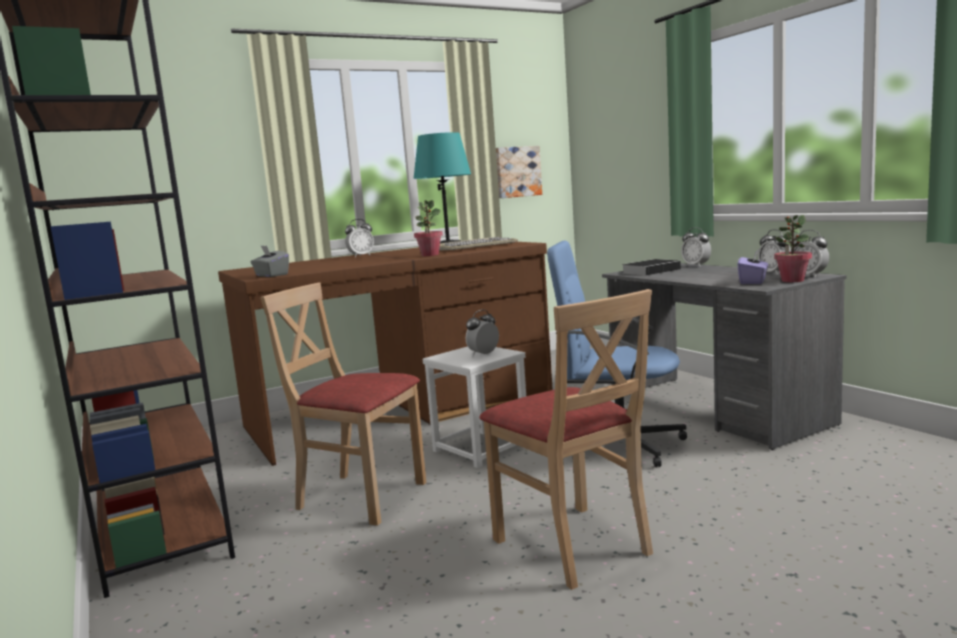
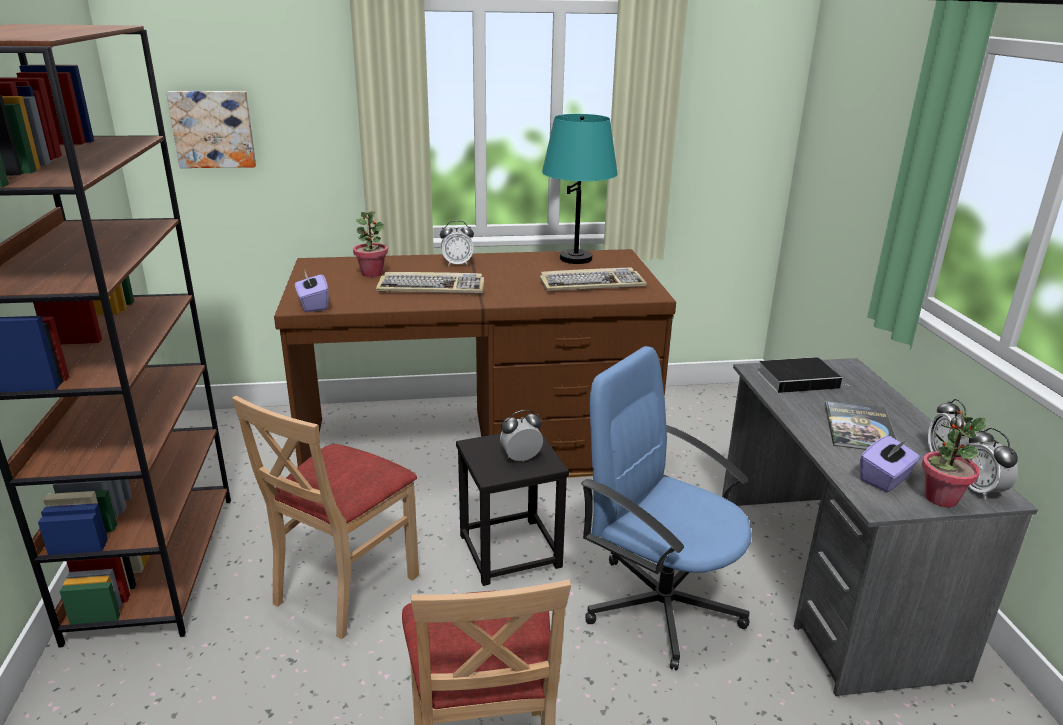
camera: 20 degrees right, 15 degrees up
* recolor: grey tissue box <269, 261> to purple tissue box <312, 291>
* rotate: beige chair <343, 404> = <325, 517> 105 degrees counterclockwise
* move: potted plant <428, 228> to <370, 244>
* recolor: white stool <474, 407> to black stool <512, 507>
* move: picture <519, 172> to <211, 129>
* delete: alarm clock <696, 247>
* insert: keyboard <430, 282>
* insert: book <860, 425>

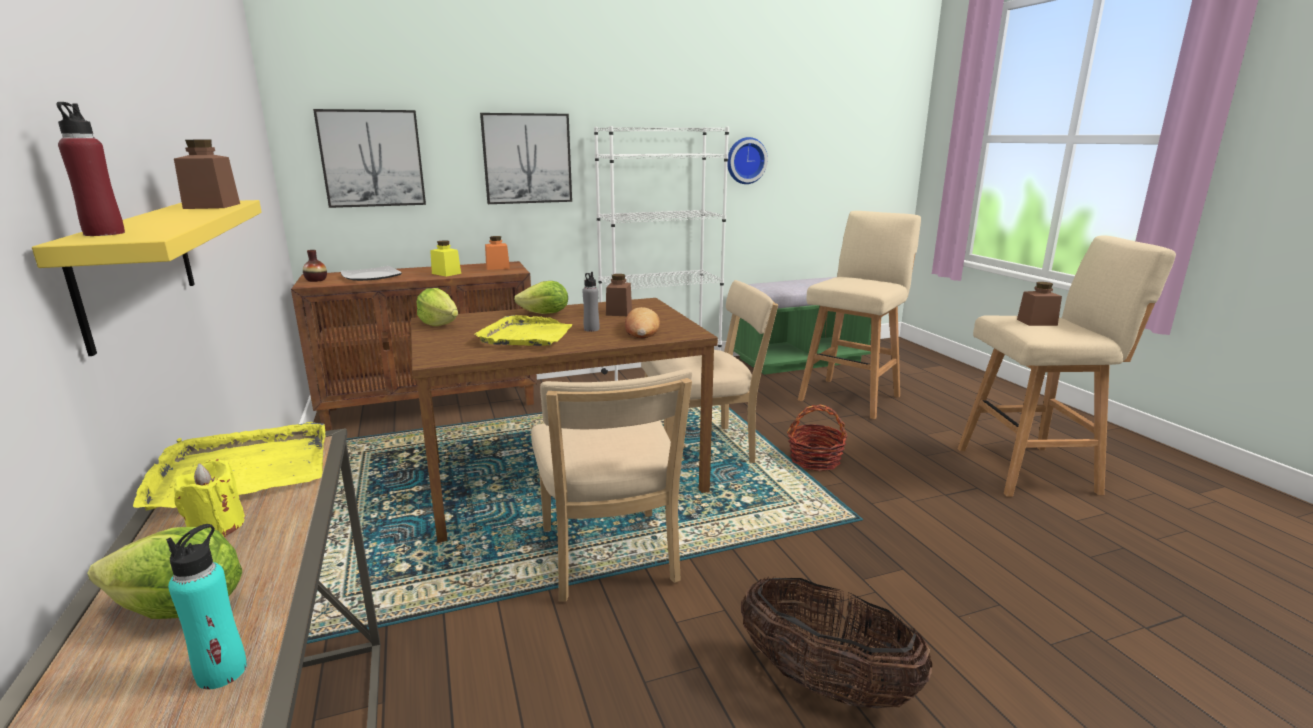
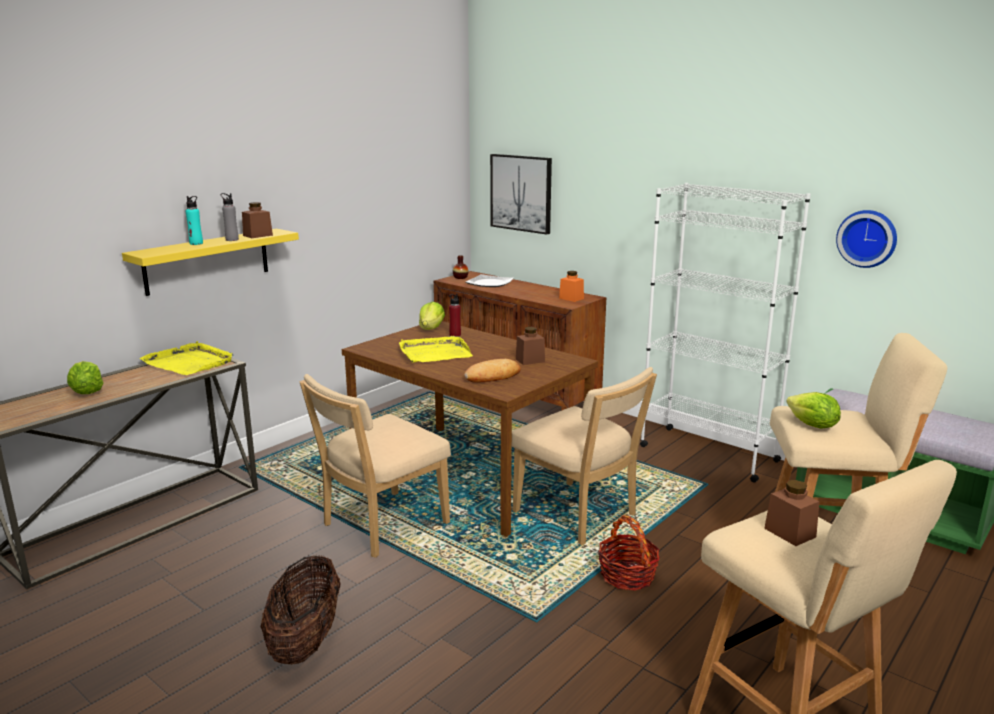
camera: 60 degrees right, 0 degrees up
* move: red bottle <90, 169> to <455, 315>
* move: turquoise bottle <206, 606> to <194, 220>
* delete: yellow candle <209, 498>
* delete: yellow jar <445, 258>
* delete: picture <526, 158>
* move: lettuce <541, 297> to <813, 410>
* move: grey bottle <591, 302> to <229, 217>

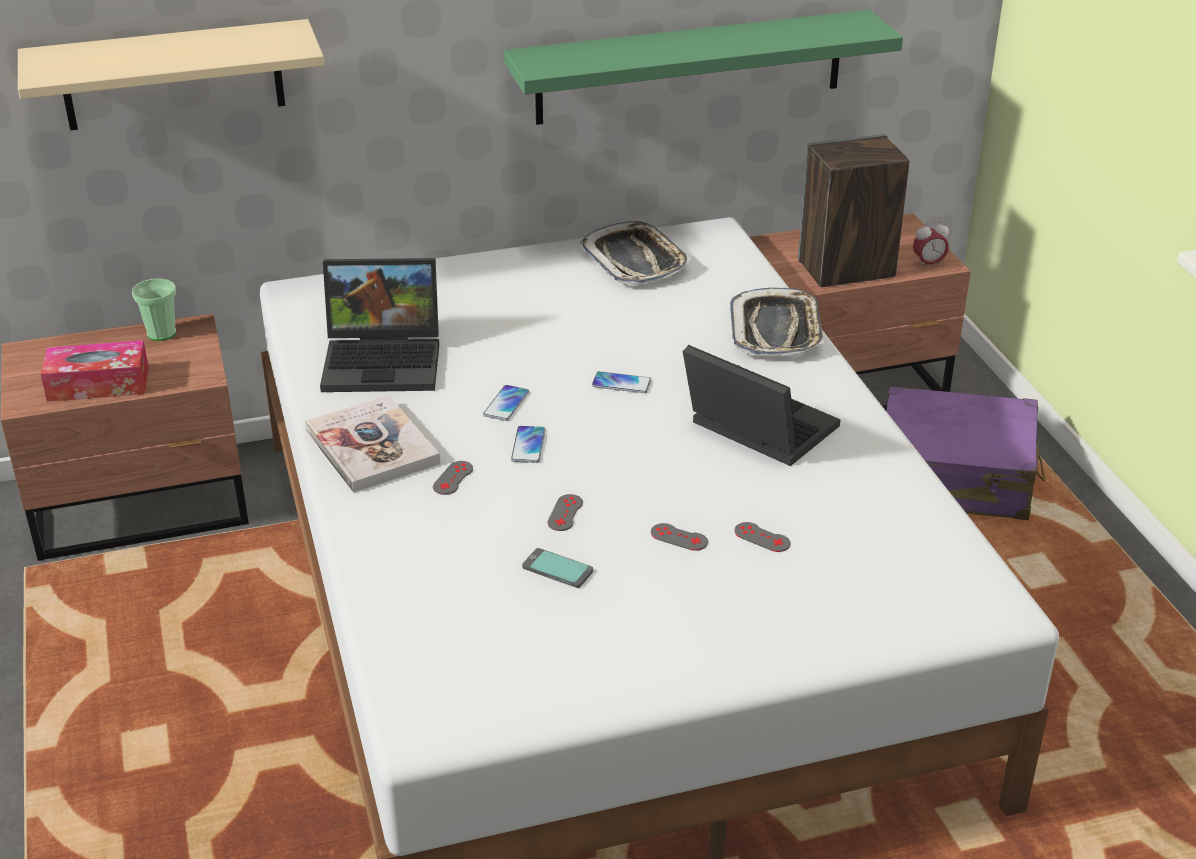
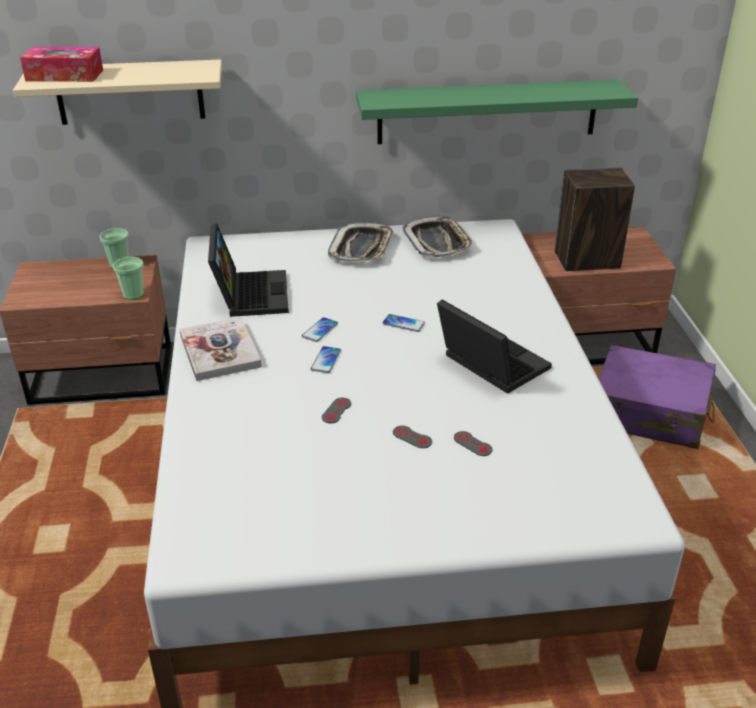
camera: 10 degrees right, 0 degrees up
* move: tissue box <95, 371> to <61, 64>
* rotate: laptop <379, 325> = <248, 270> 105 degrees counterclockwise
* delete: grey game controller <453, 478>
* delete: phone <557, 568>
* move: tray <777, 322> to <360, 242>
* delete: alarm clock <931, 244>
* insert: cup <128, 278>

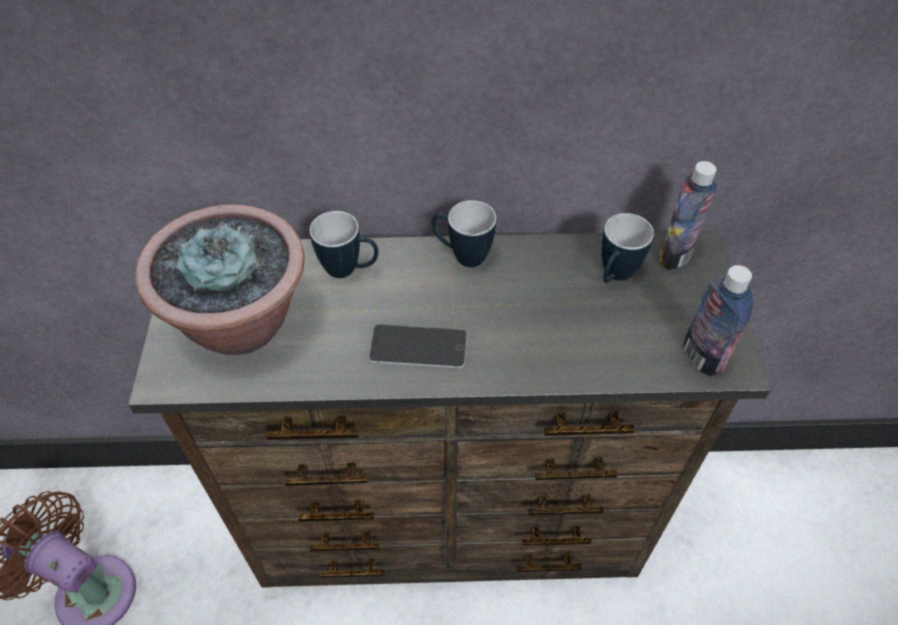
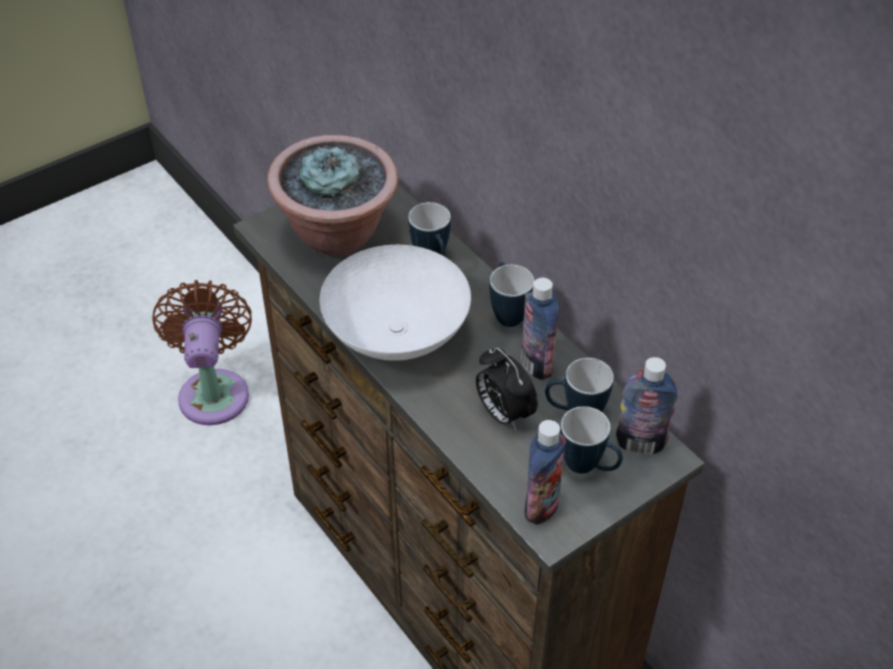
camera: 55 degrees right, 5 degrees down
* replace: phone <418, 346> to white bowl <395, 303>
* insert: alarm clock <507, 389>
* insert: bottle <540, 329>
* insert: mug <591, 440>

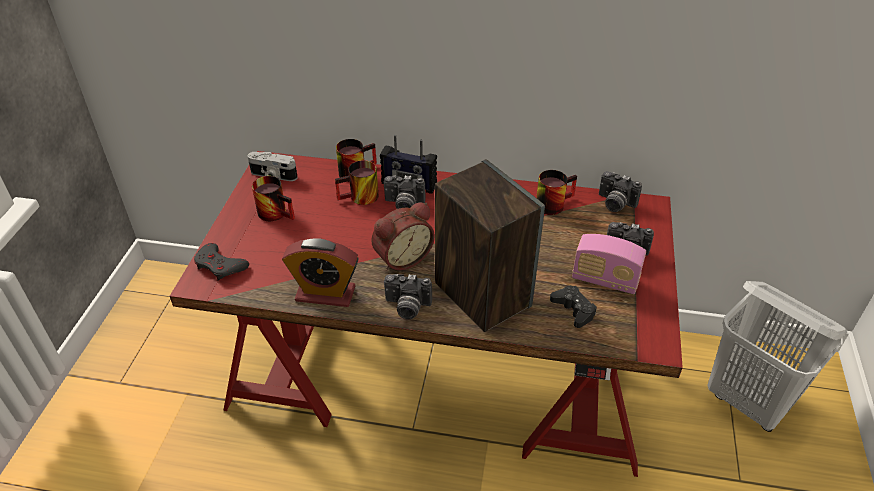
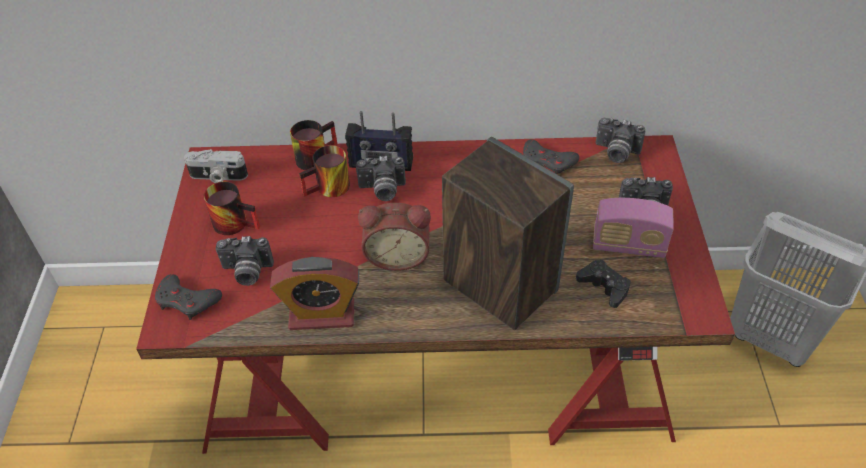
camera: 10 degrees left, 5 degrees up
* rotate: alarm clock <403, 236> = <394, 237> 45 degrees clockwise
* move: photo camera <408, 296> to <245, 261>
* replace: mug <556, 192> to grey game controller <551, 156>

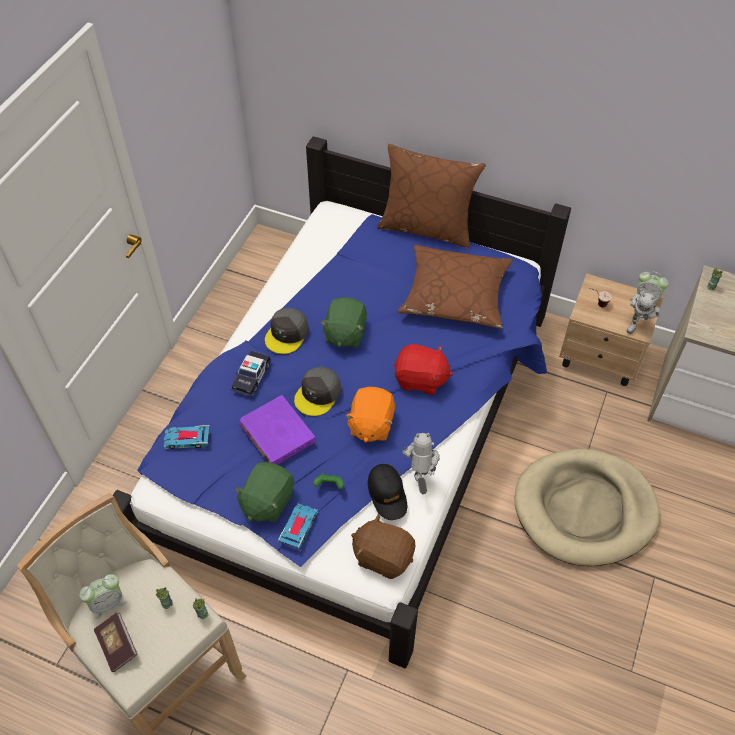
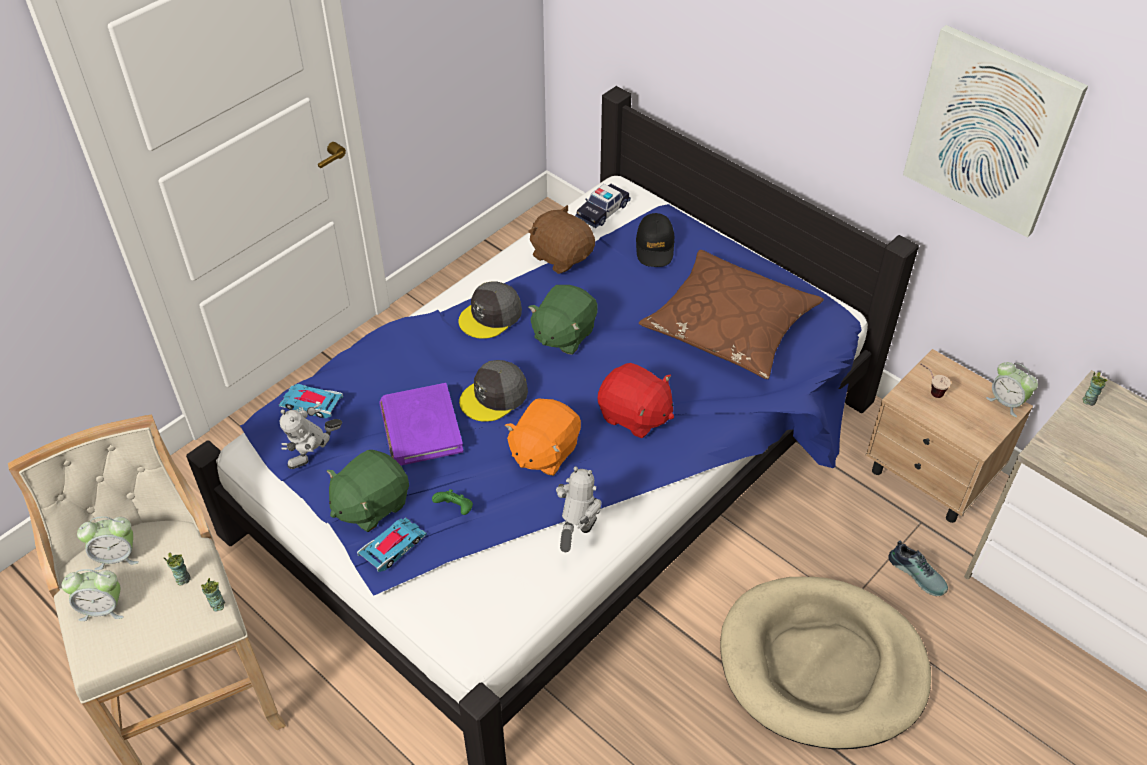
camera: 20 degrees right, 5 degrees down
* replace: book <115, 642> to alarm clock <93, 595>
* move: toy car <251, 373> to <603, 206>
* move: brown plush toy <383, 546> to <561, 239>
* move: black cap <387, 492> to <655, 240>
* delete: brown pillow <431, 196>
* move: toy robot <643, 311> to <310, 437>
* insert: shoe <918, 568>
* insert: picture <995, 131>

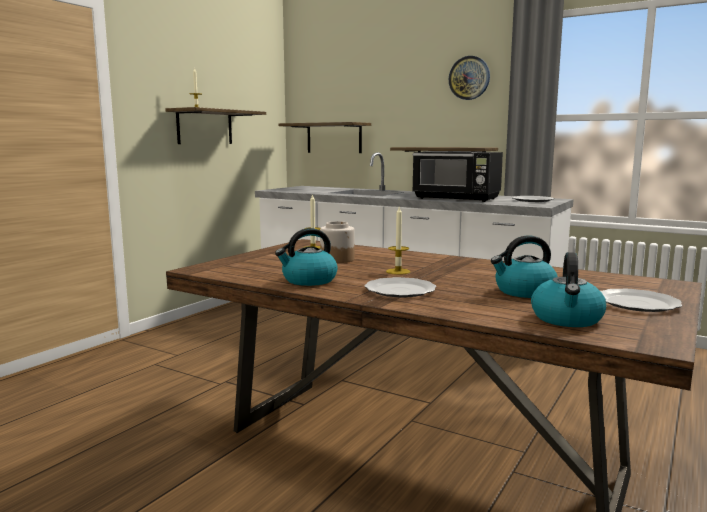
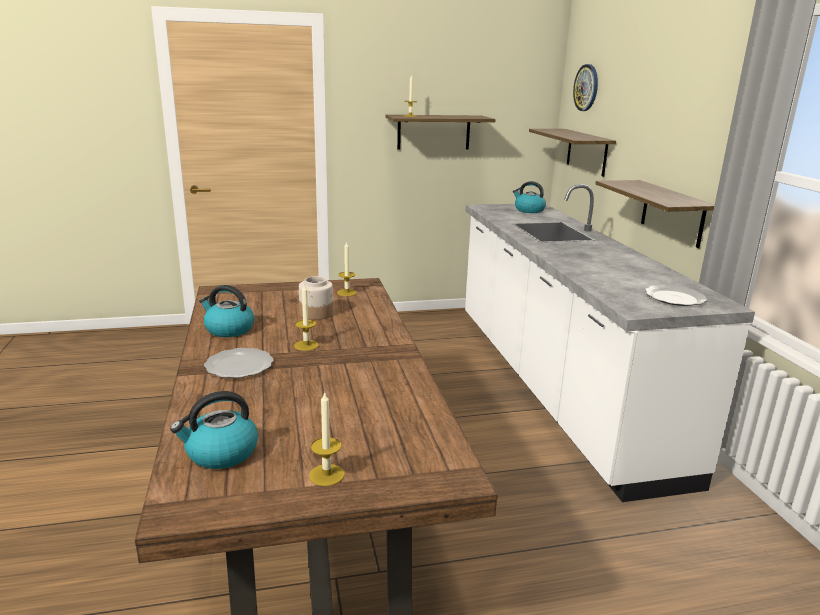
camera: 45 degrees right, 10 degrees up
* delete: black microwave <458, 176>
* move: wall clock <469, 78> to <585, 87>
* move: kettle <524, 266> to <529, 197>
* replace: plate <641, 300> to candle <327, 439>

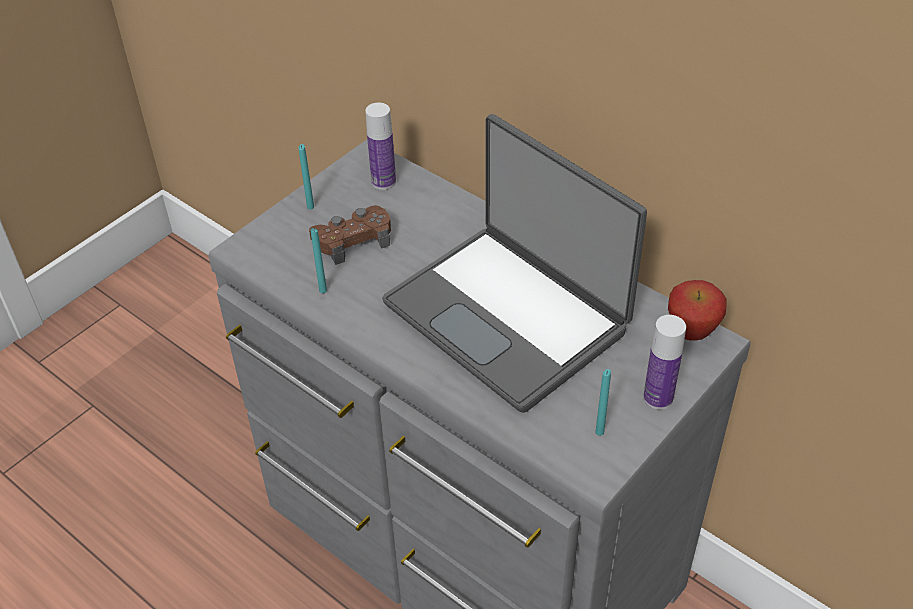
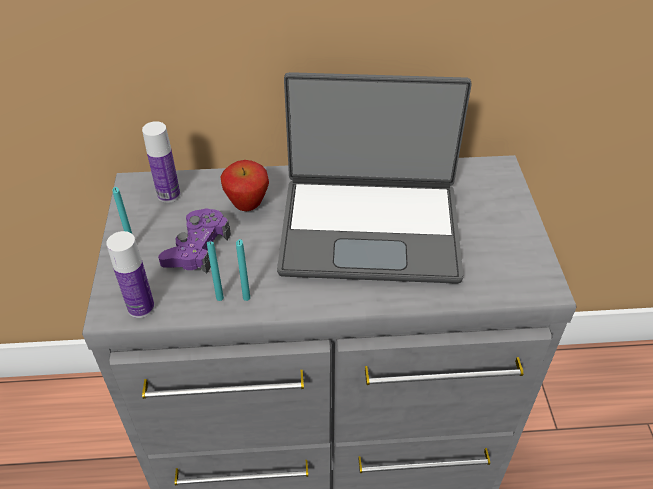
camera: 45 degrees left, 0 degrees up
* recolor: brown game controller <350, 235> to purple game controller <194, 241>
* move: turquoise candle <603, 402> to <243, 270>
* move: bottle <664, 362> to <130, 274>
* move: apple <697, 310> to <245, 185>

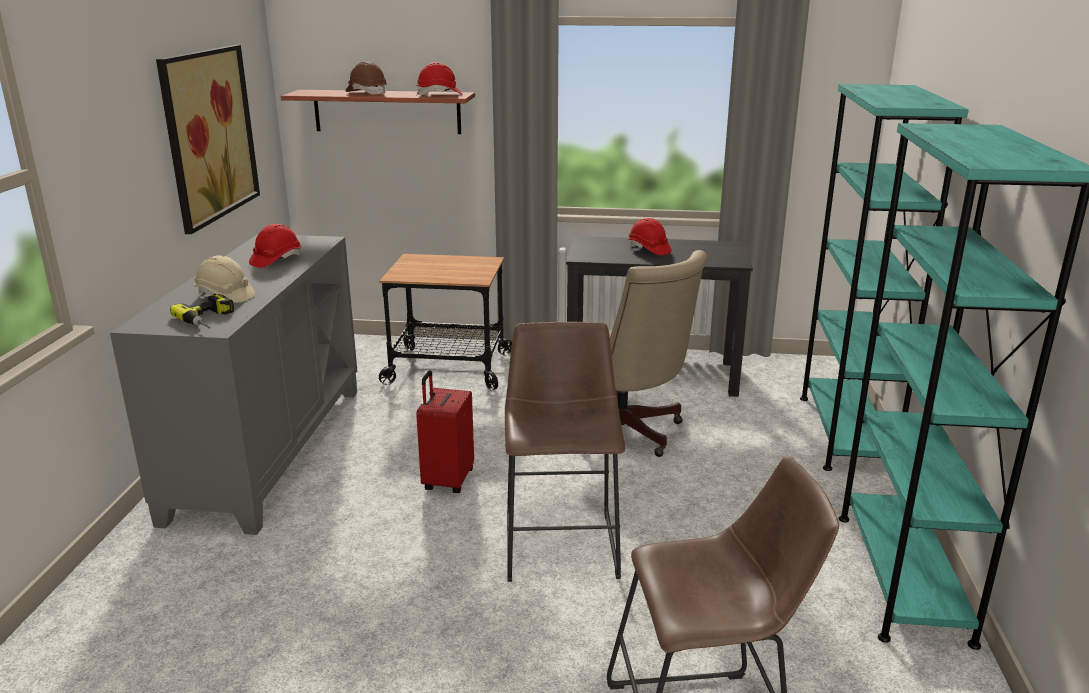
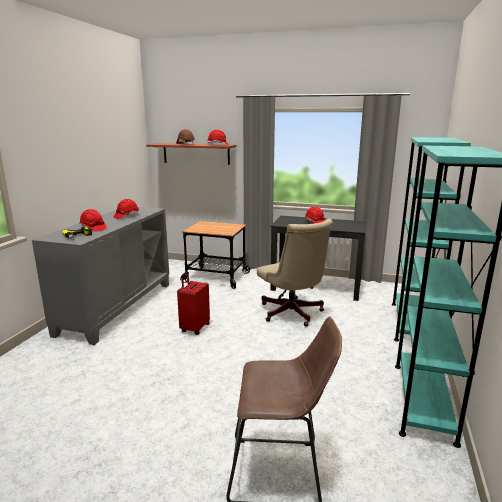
camera: 10 degrees right, 5 degrees down
* delete: picture <208, 139>
* recolor: beige hard hat <224, 279> to red hard hat <93, 220>
* delete: brown stool <565, 452>

